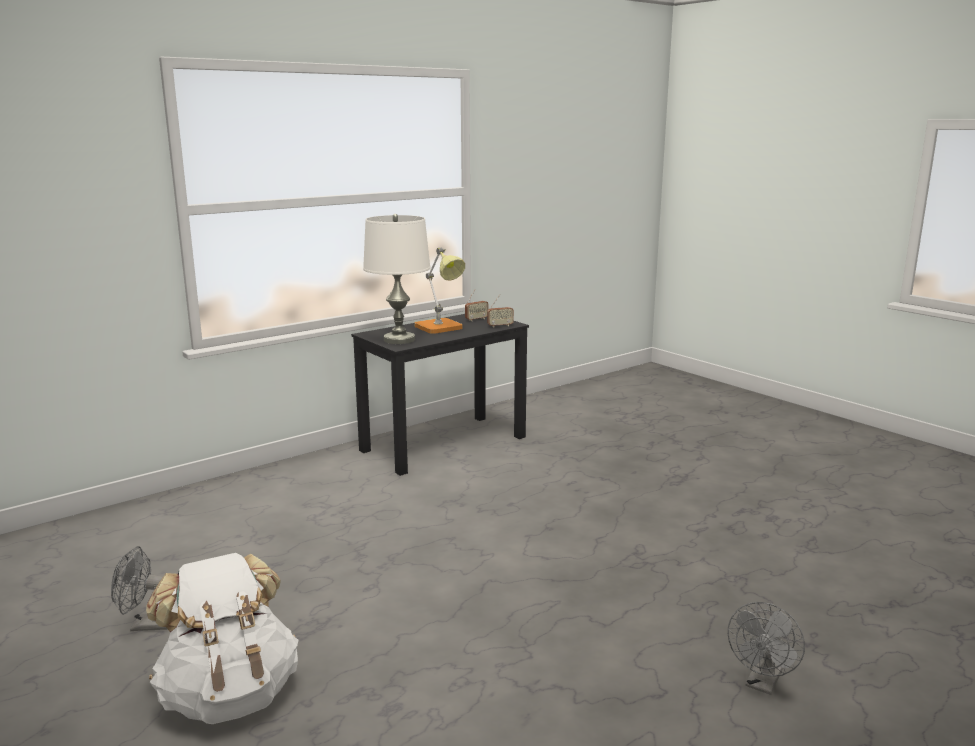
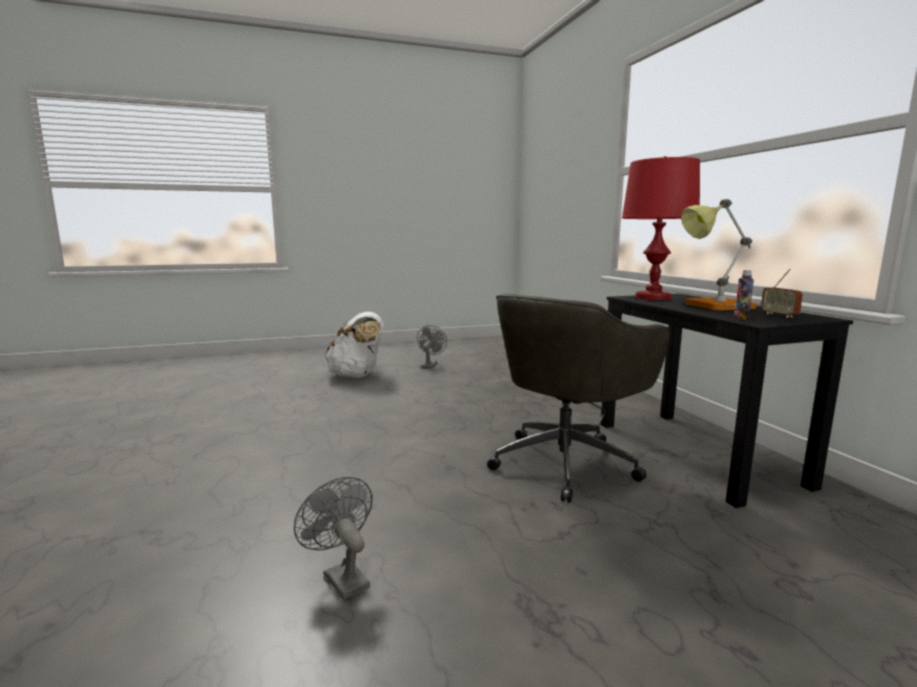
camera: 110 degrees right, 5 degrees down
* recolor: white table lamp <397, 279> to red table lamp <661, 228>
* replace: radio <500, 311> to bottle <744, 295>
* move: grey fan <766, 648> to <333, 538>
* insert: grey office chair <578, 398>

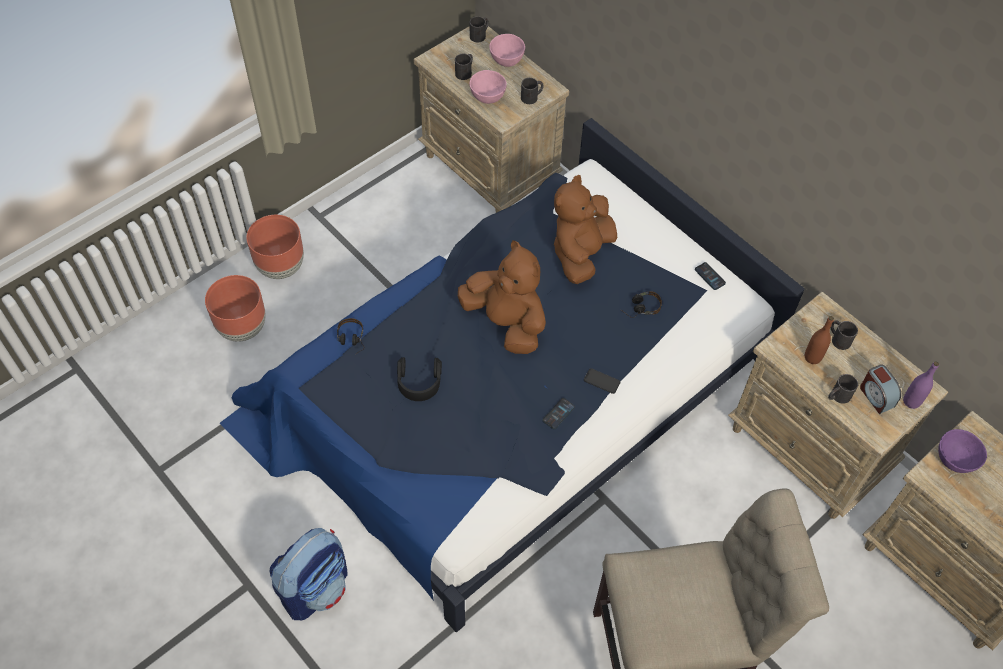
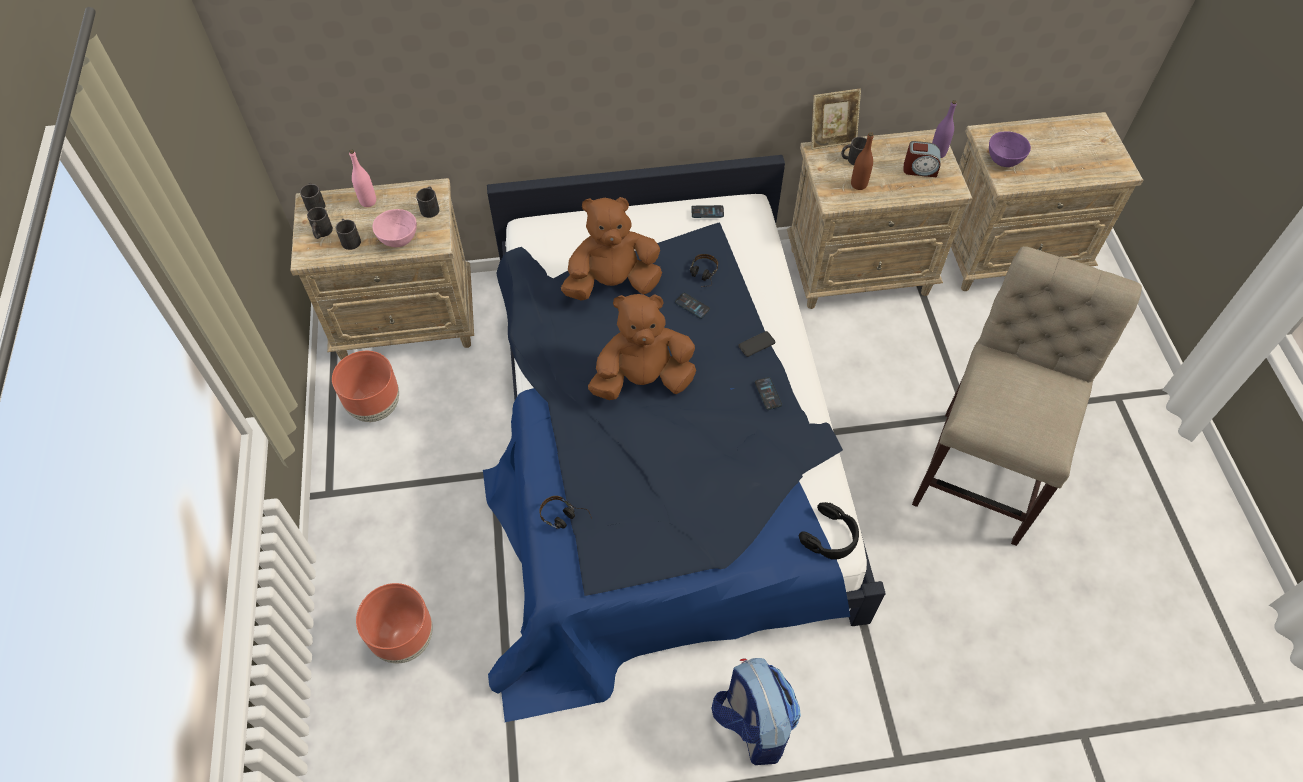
camera: 55 degrees left, 0 degrees up
* move: brown planter <275, 247> to <365, 386>
* move: black headphones <419, 379> to <829, 531>
* replace: pink bowl <507, 50> to pink bottle <362, 178>
* rotate: brown plush toy <585, 229> = <611, 248> 105 degrees clockwise
* move: black mug <843, 389> to <320, 223>
* insert: phone <692, 306>
* insert: picture frame <836, 119>

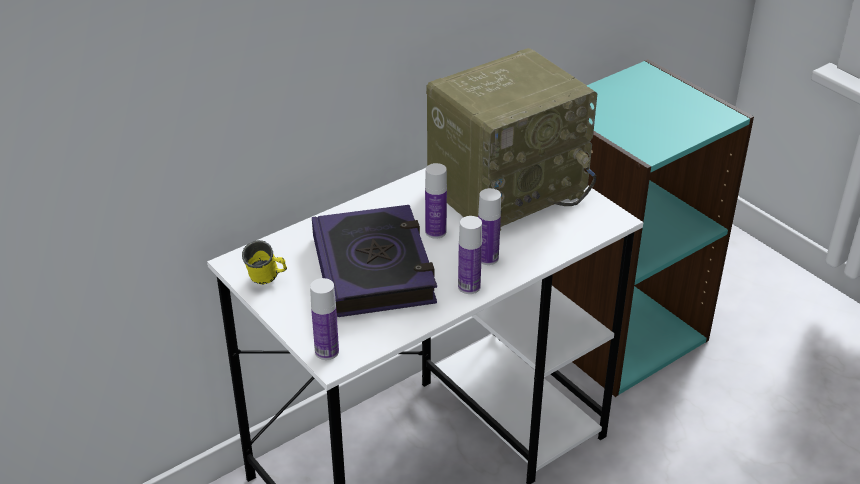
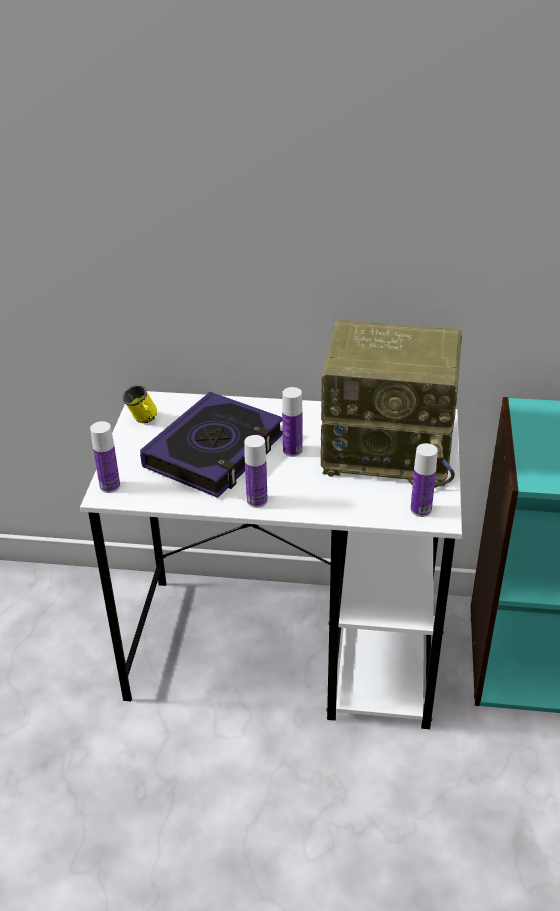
camera: 45 degrees right, 0 degrees up
* move: bottle <489, 226> to <424, 480>

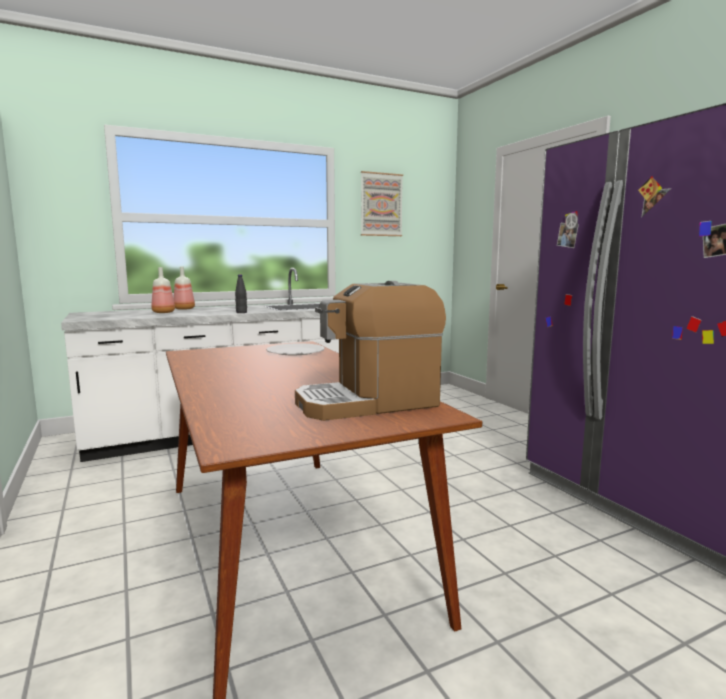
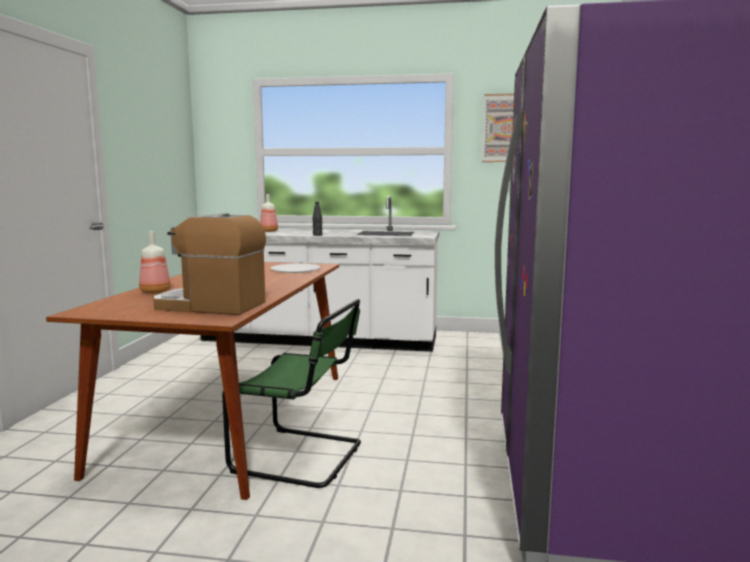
camera: 35 degrees right, 0 degrees up
* move: bottle <184, 288> to <155, 262>
* insert: green chair <291, 393>

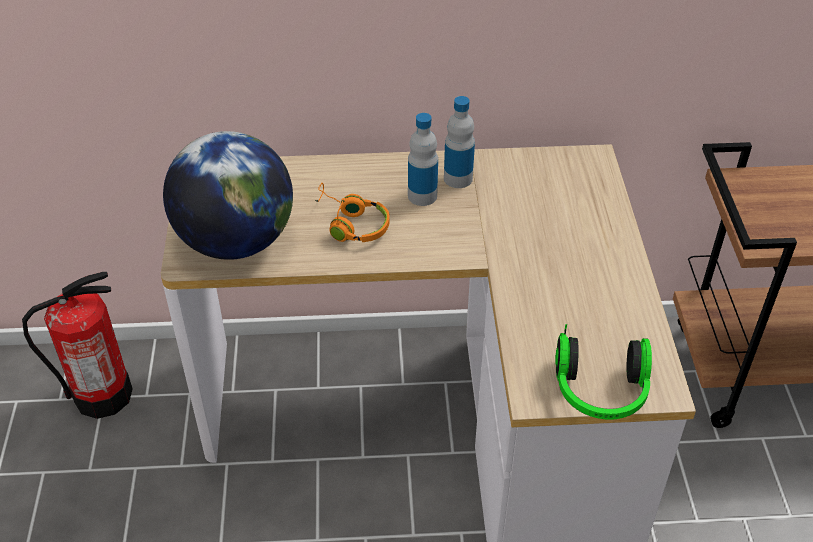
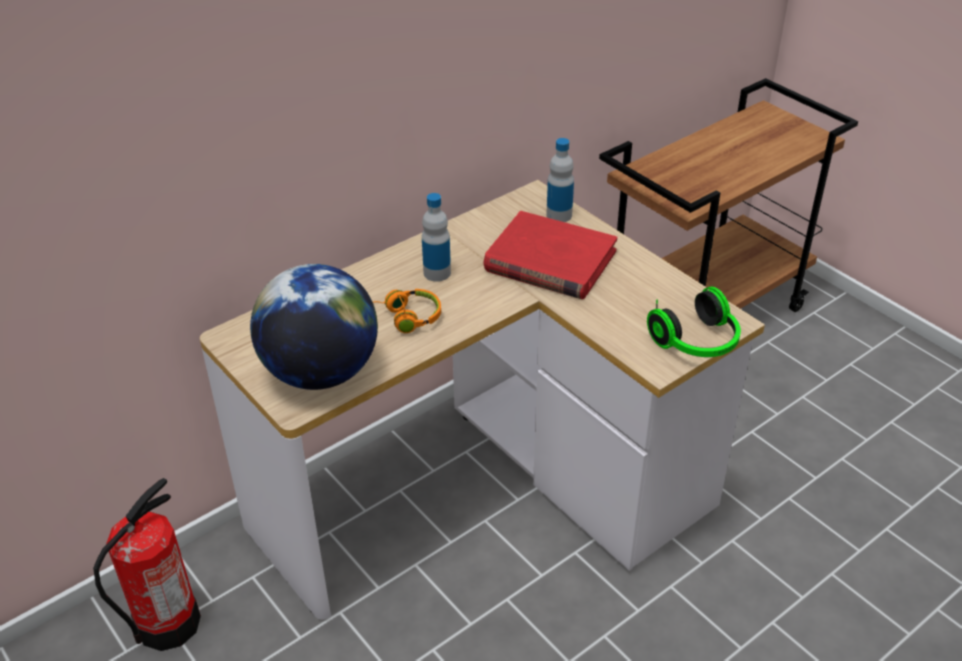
camera: 35 degrees left, 5 degrees down
* move: bottle <459, 142> to <560, 180>
* insert: red book <550, 255>

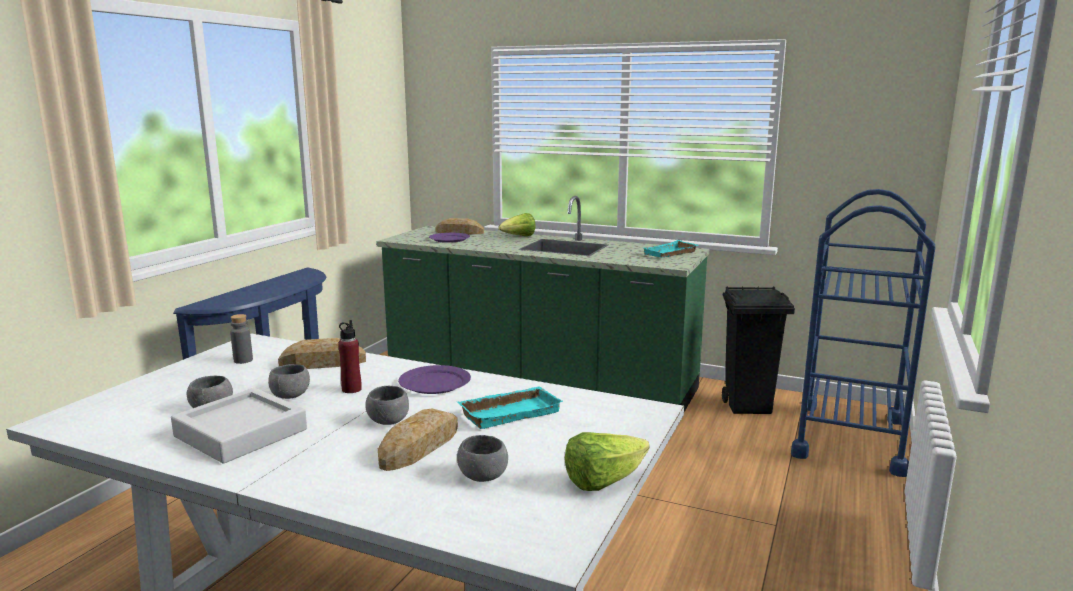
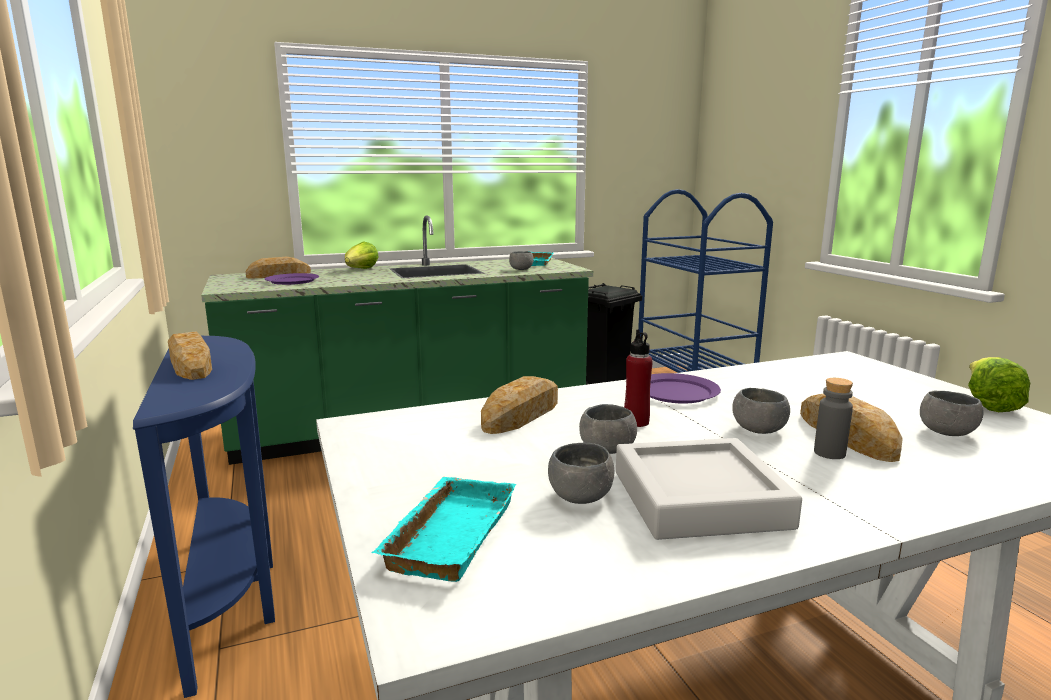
camera: 45 degrees left, 0 degrees up
* move: grey bottle <241, 339> to <833, 418>
* move: turquoise tray <510, 407> to <443, 529>
* insert: bread <190, 356>
* insert: grey bowl <521, 260>

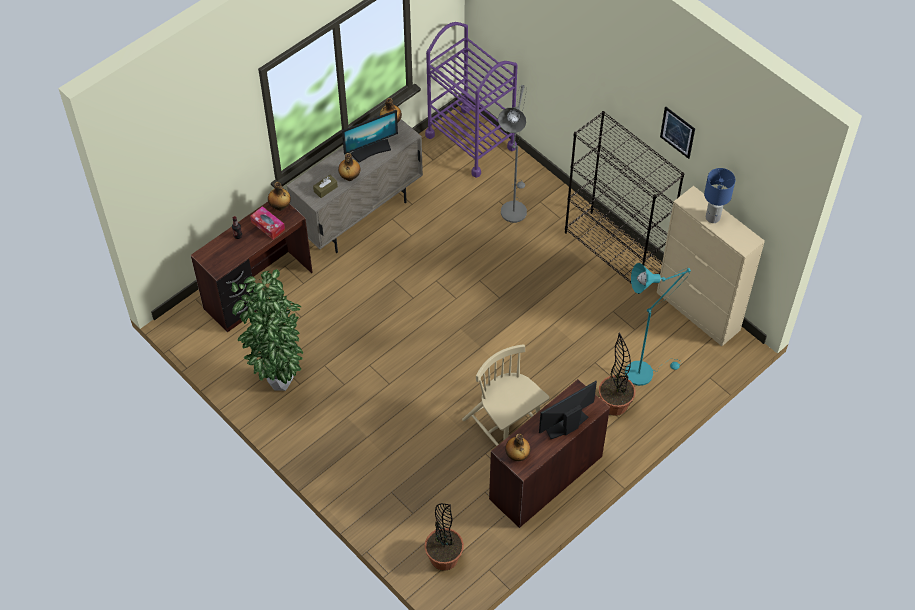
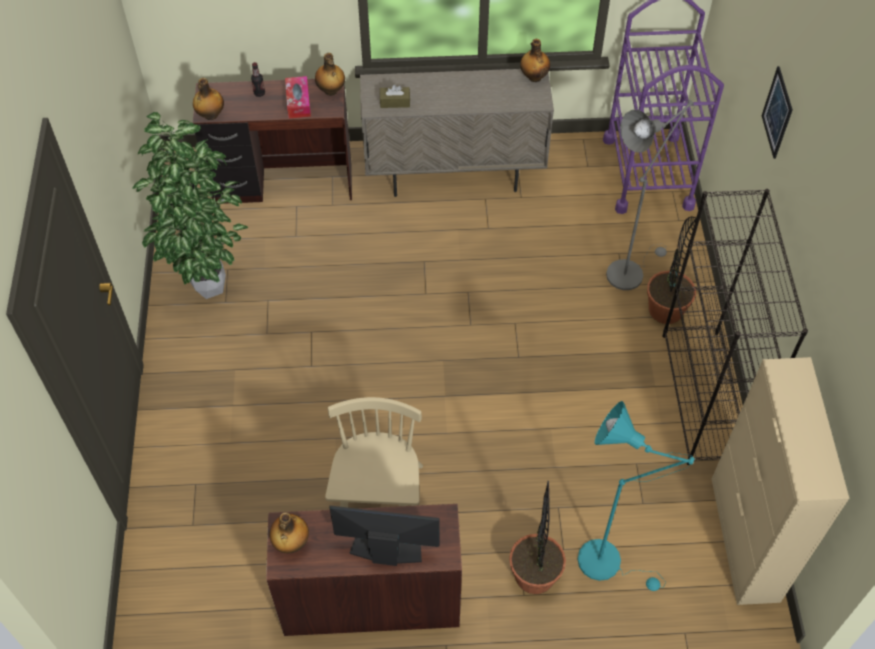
camera: 40 degrees right, 0 degrees up
* move: bottle <349, 167> to <208, 99>
* delete: monitor <370, 136>
* move: potted plant <444, 537> to <671, 270>
* move: picture <677, 133> to <777, 112>
* delete: blue table lamp <719, 195>

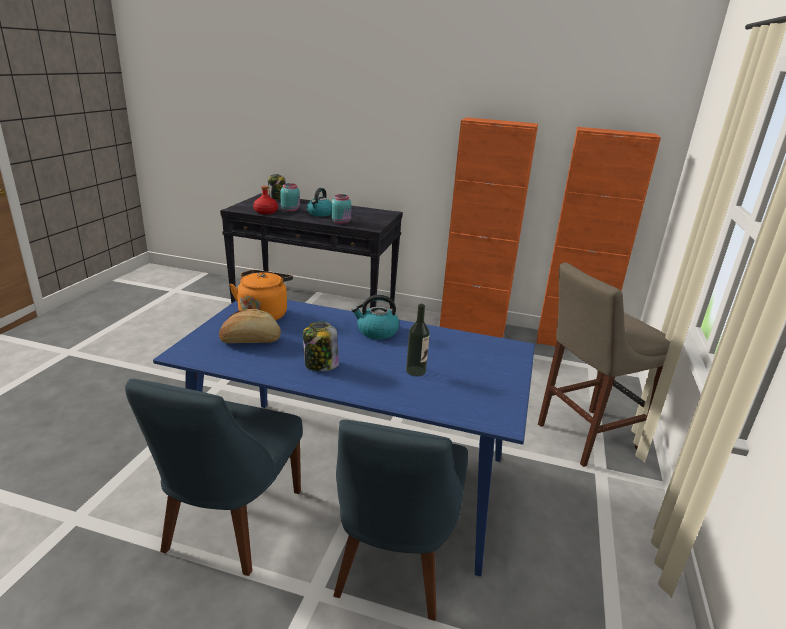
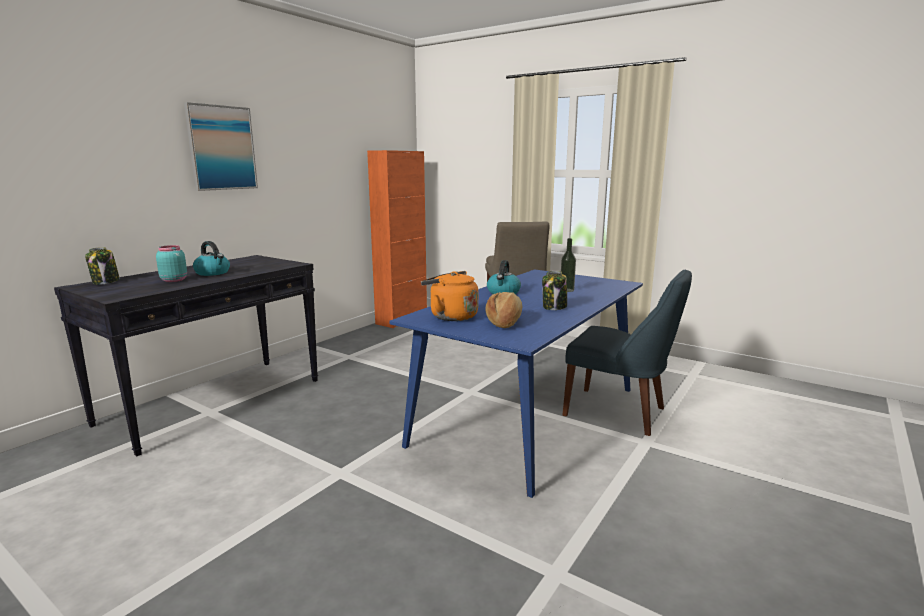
camera: 70 degrees left, 10 degrees down
* delete: blue chair <214, 477>
* delete: red bottle <265, 200>
* delete: turquoise jar <341, 209>
* delete: orange cabinet <489, 227>
* insert: picture <221, 146>

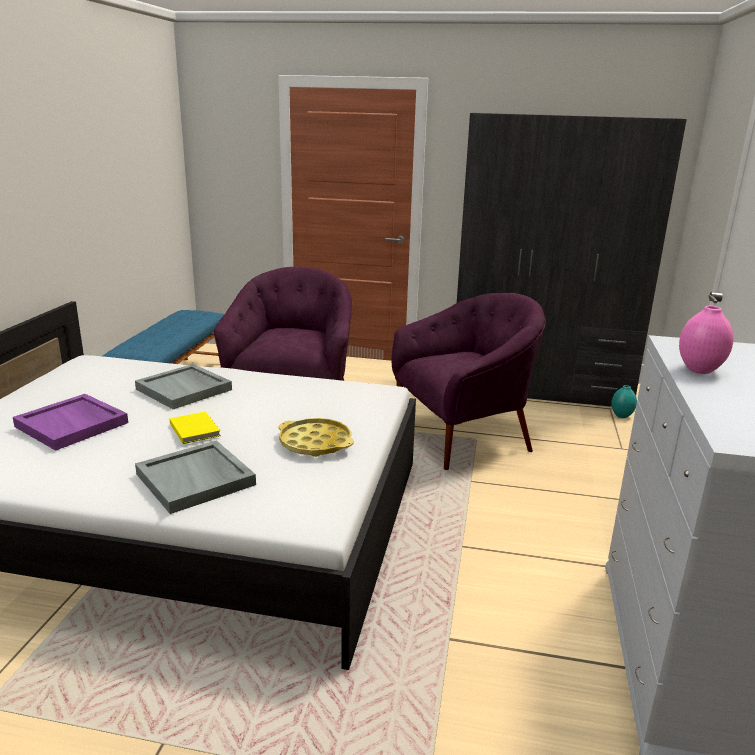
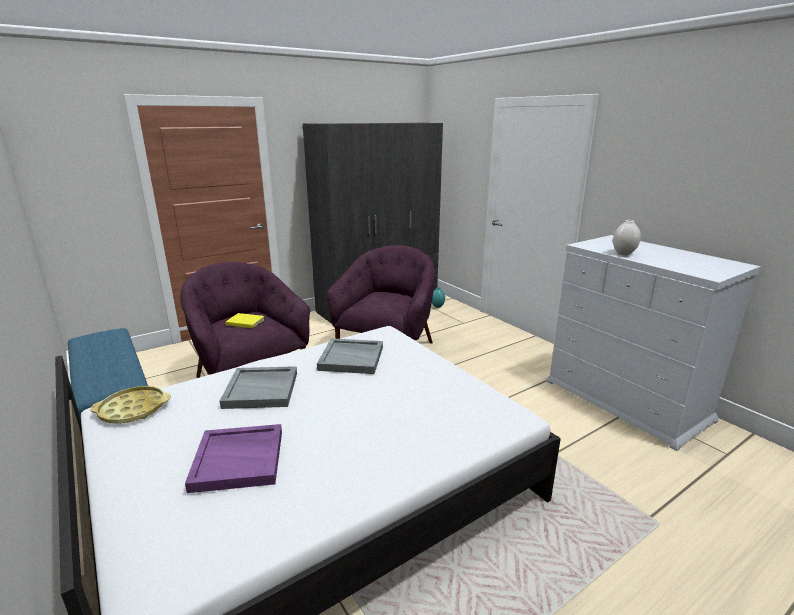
camera: 45 degrees left, 0 degrees up
* move: grey tray <195, 477> to <350, 356>
* move: yellow book <195, 427> to <245, 320>
* move: yellow tray <316, 437> to <130, 405>
* recolor: pink vase <706, 340> to white vase <627, 237>

